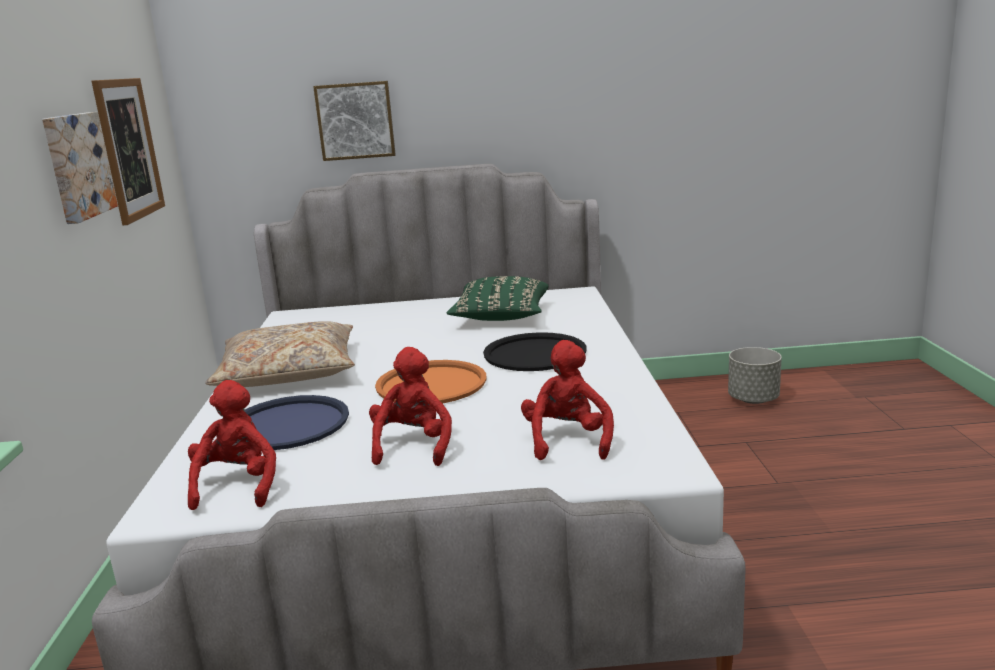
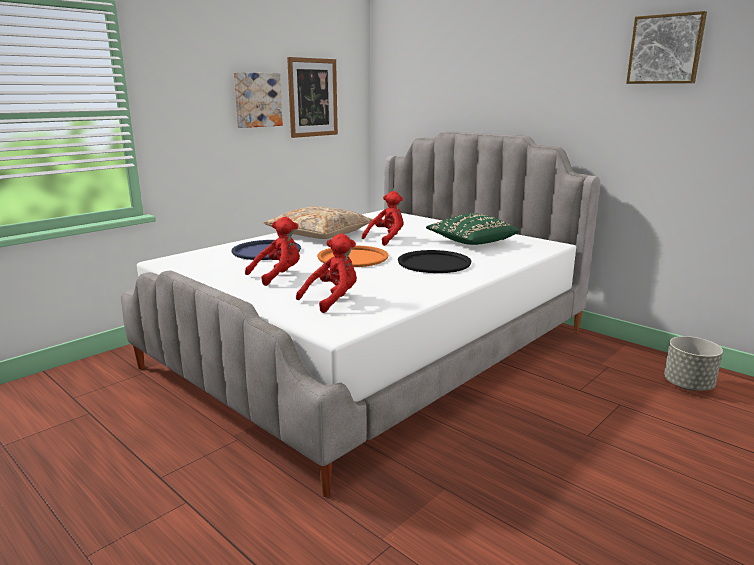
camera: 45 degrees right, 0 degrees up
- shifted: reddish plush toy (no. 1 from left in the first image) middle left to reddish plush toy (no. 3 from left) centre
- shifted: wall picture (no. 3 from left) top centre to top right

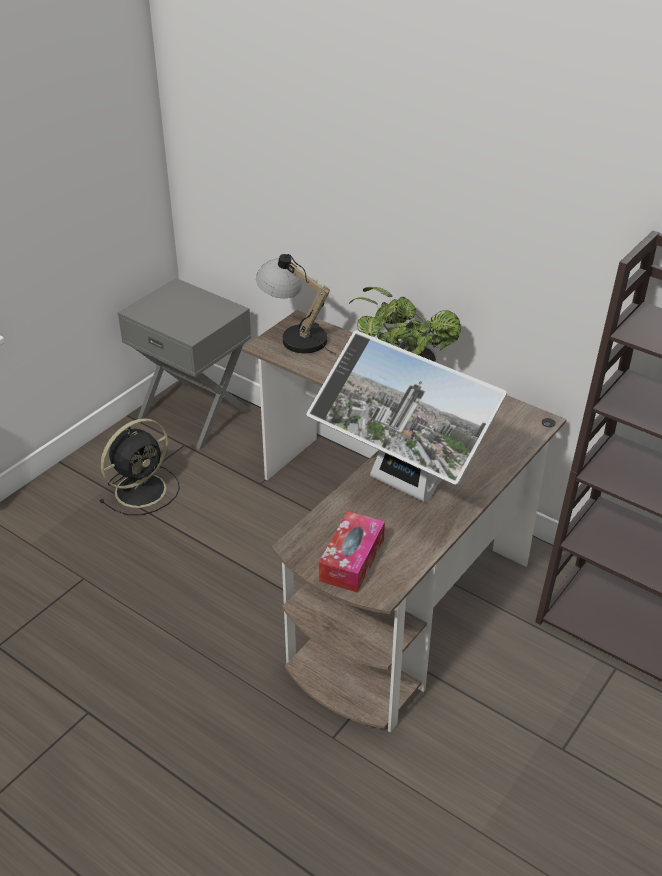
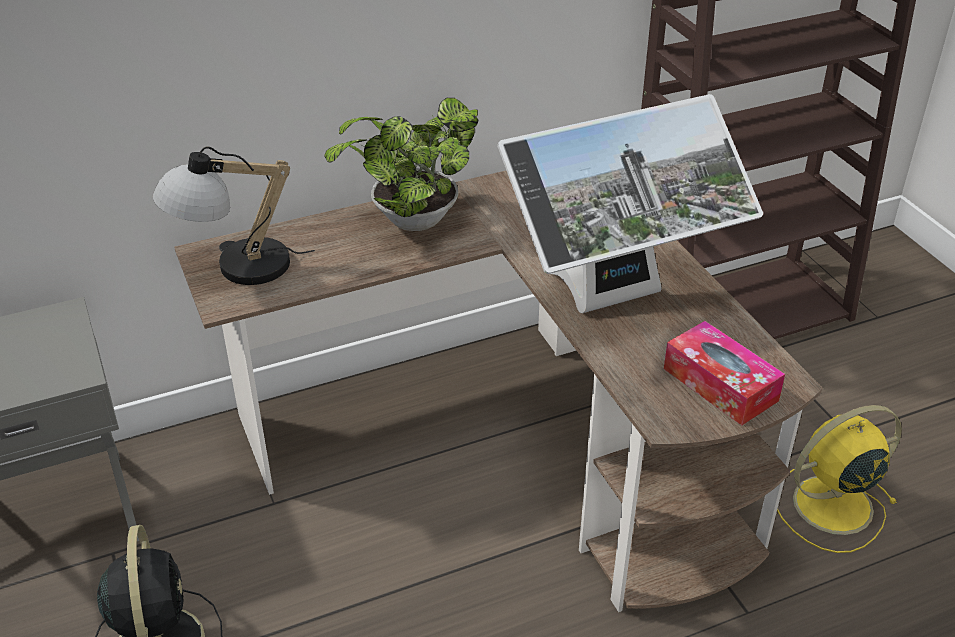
camera: 60 degrees left, 0 degrees up
- new: yellowish electric fan bottom right

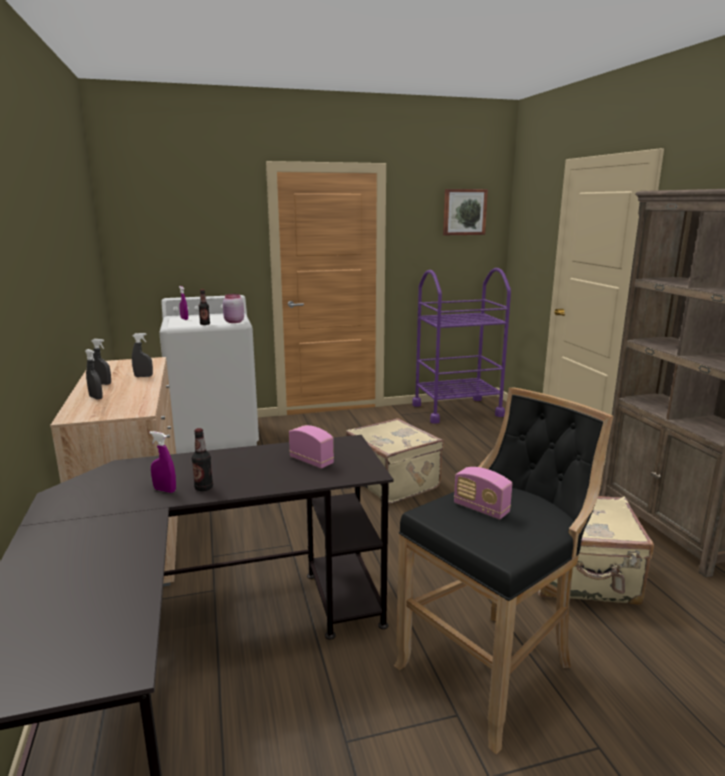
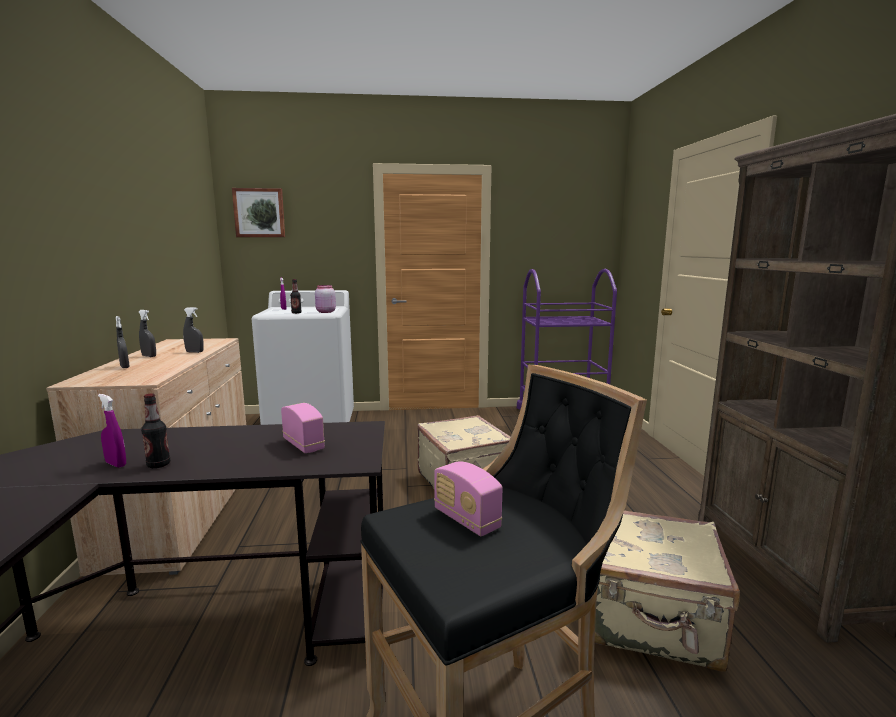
camera: 10 degrees right, 5 degrees down
- shifted: wall picture top centre to top left

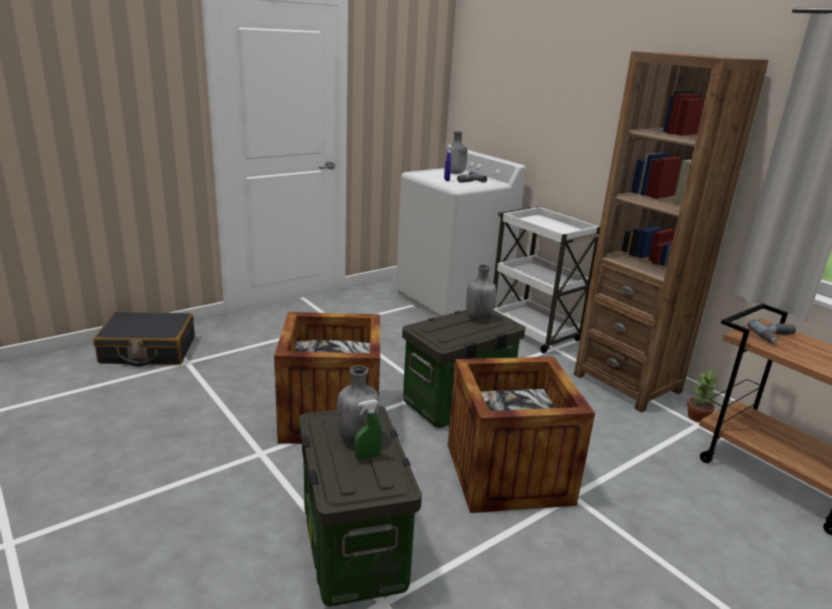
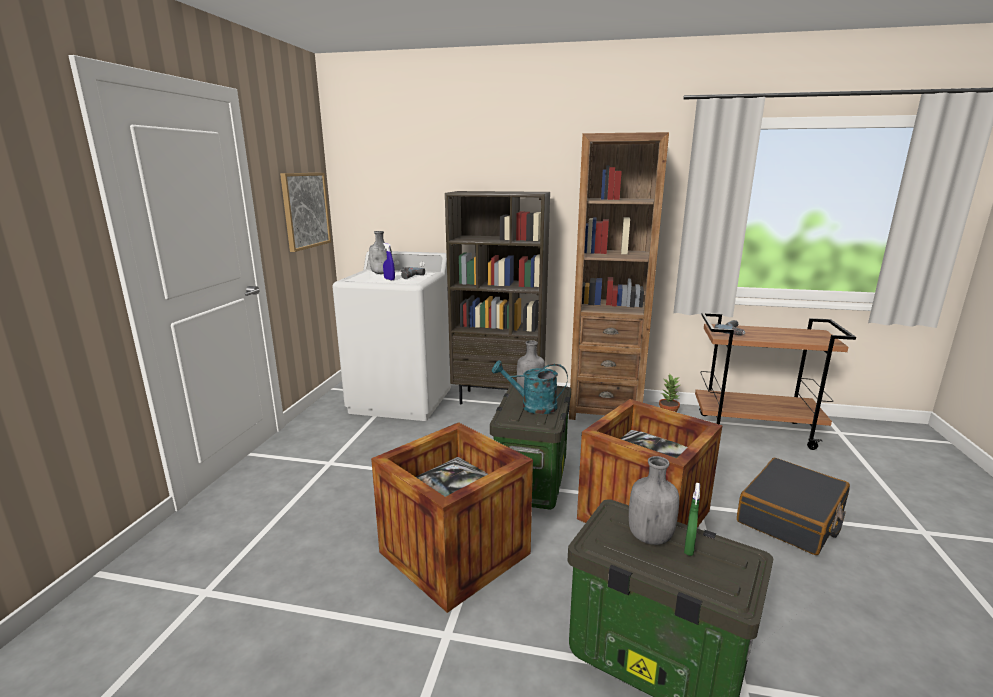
camera: 40 degrees left, 5 degrees down
- new: wall picture top left
- new: turquoise watering pot centre
- shifted: black-coloured travel case middle left to bottom right
- swapped: white wheeled cart centre to brown-coloured bookshelf (no. 1 from left) centre

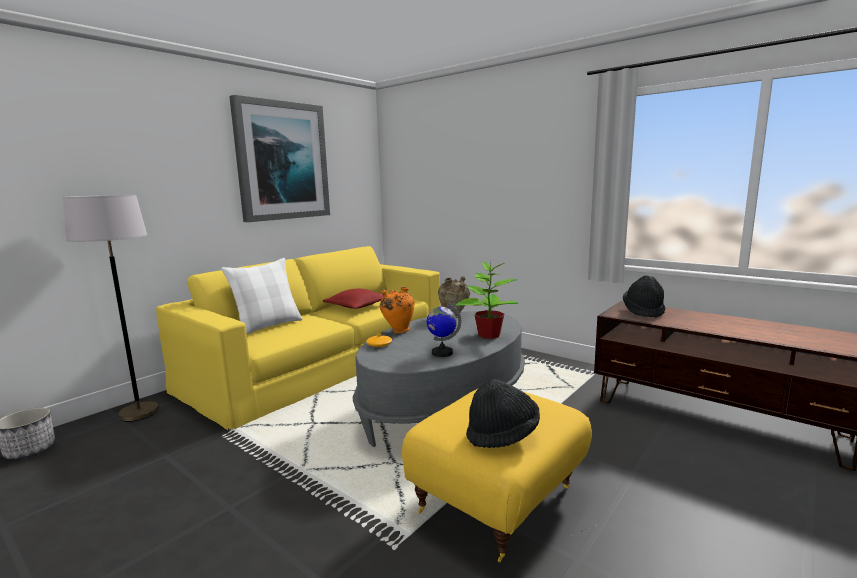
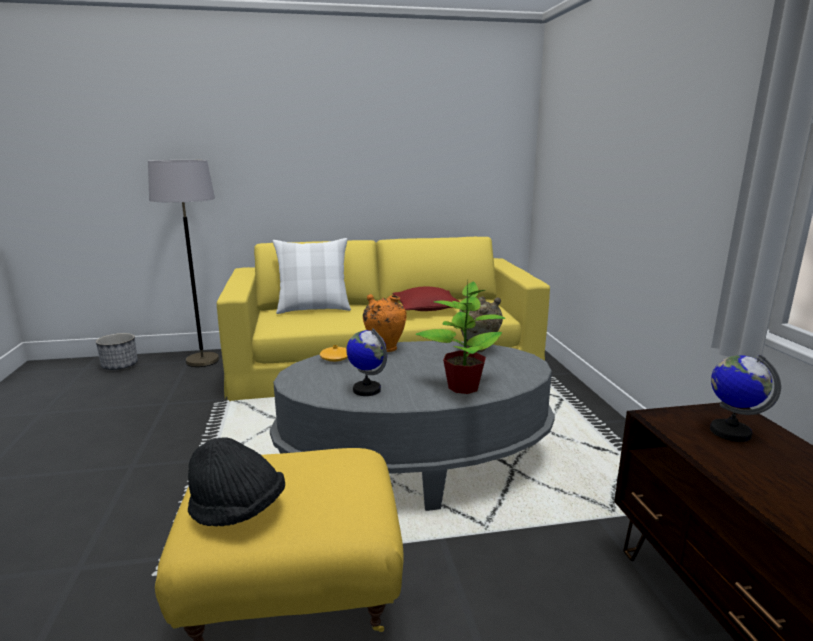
camera: 40 degrees right, 5 degrees up
- gone: wall picture top left
- swapped: black-coloured wearable hat (no. 2 from left) middle right to world globe (no. 2 from left) middle right

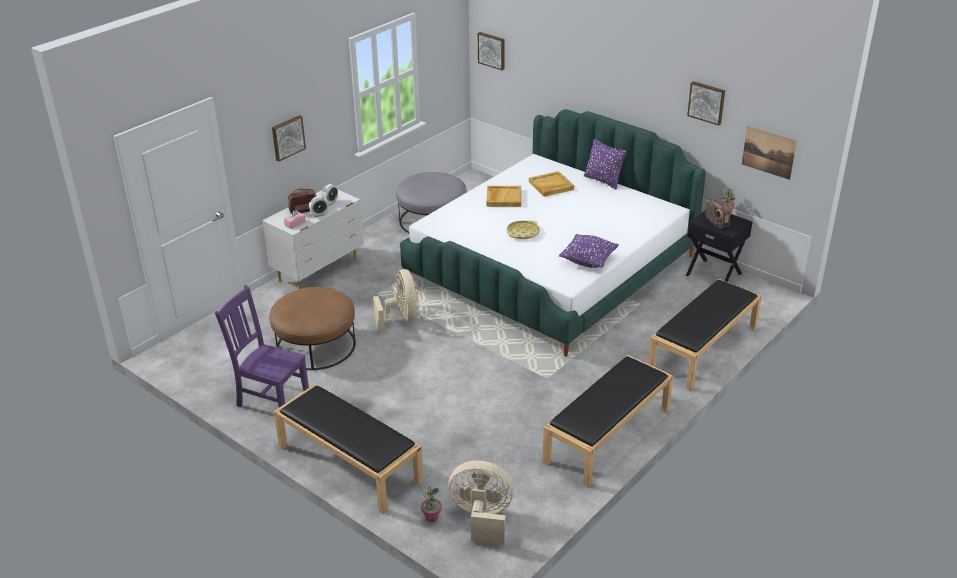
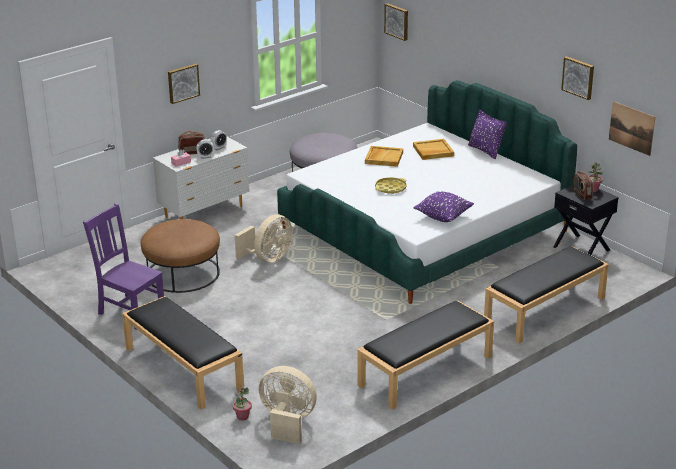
camera: 10 degrees right, 5 degrees down
- rotated: beige-coloured electric fan (no. 1 from left) centre = centre 45 degrees clockwise

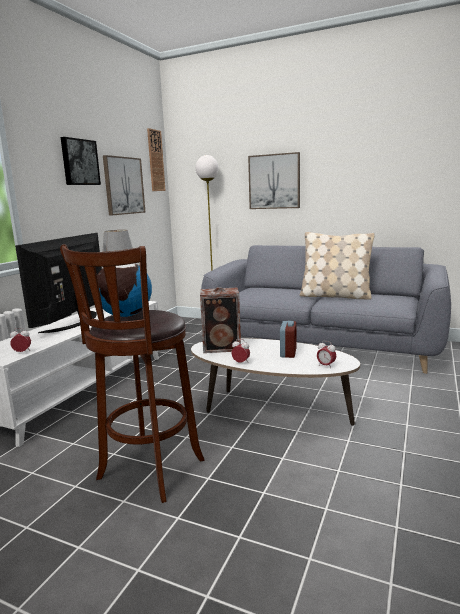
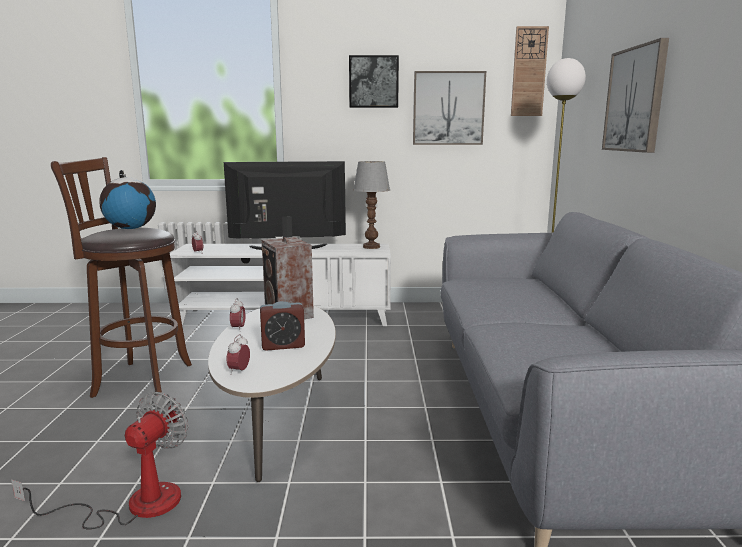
camera: 65 degrees right, 0 degrees up
- gone: beige-coloured pillow middle right
- new: electric fan bottom left

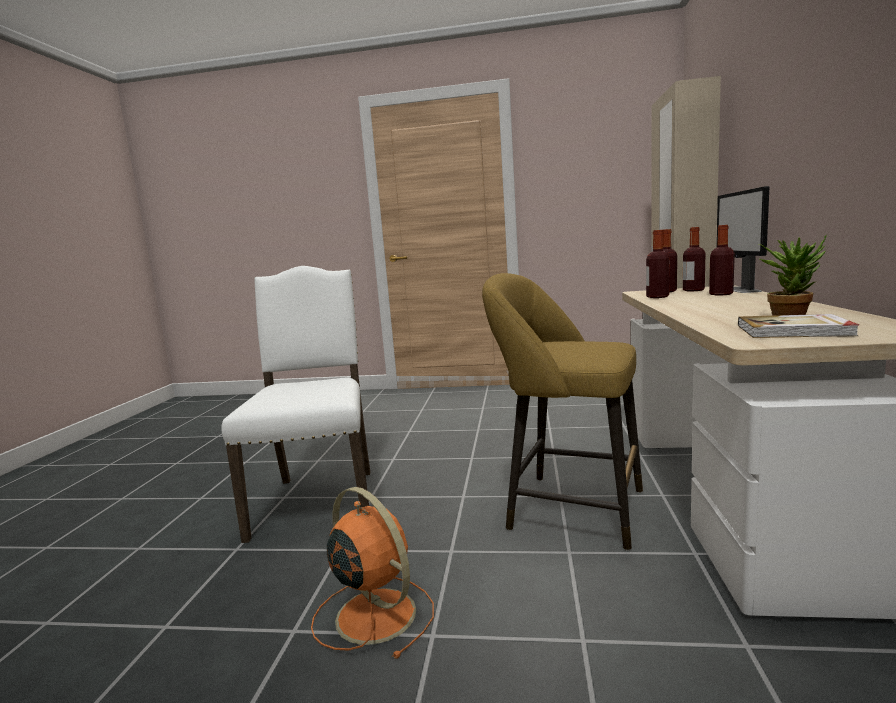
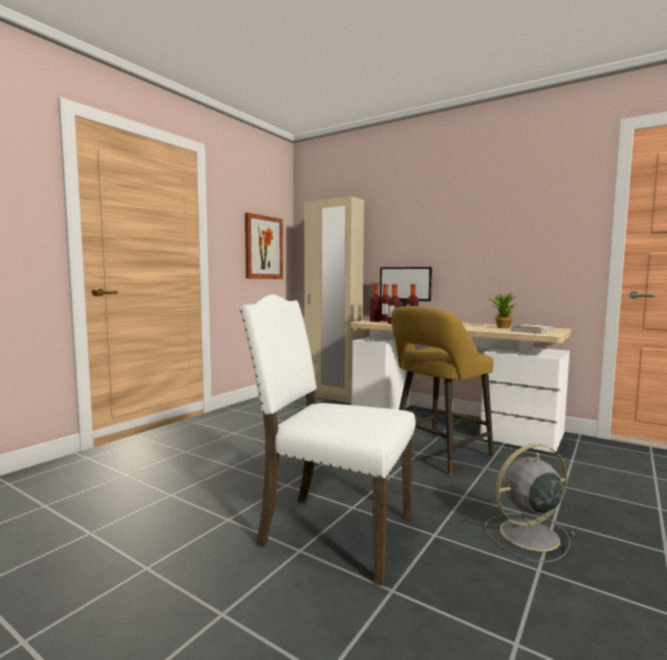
camera: 65 degrees left, 5 degrees down
- new: wall picture centre
- repainted: orangey electric fan bottom centre to greyish electric fan bottom right

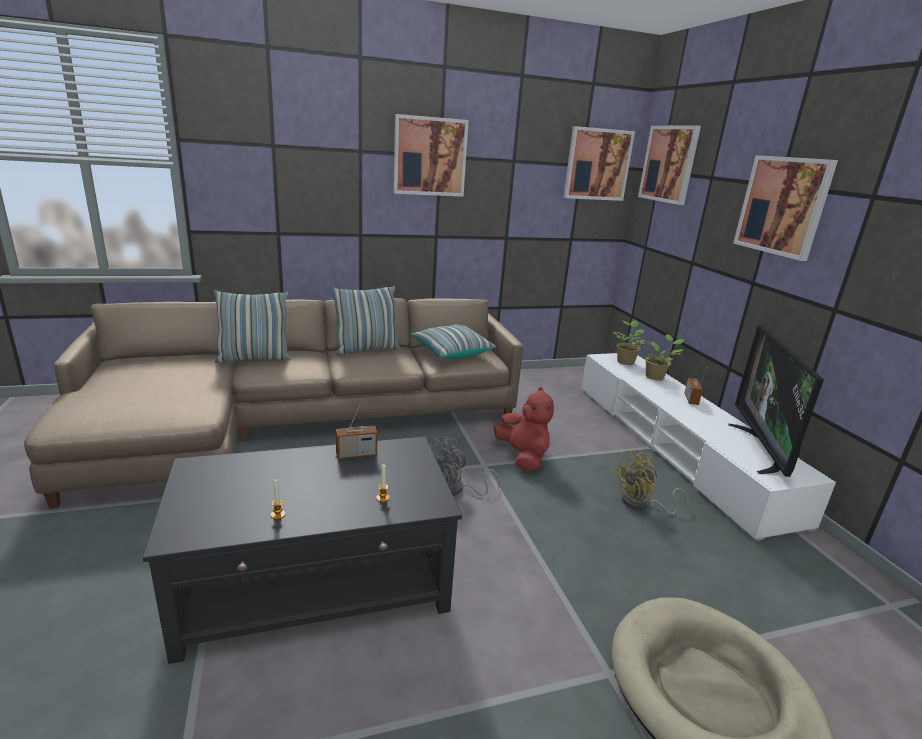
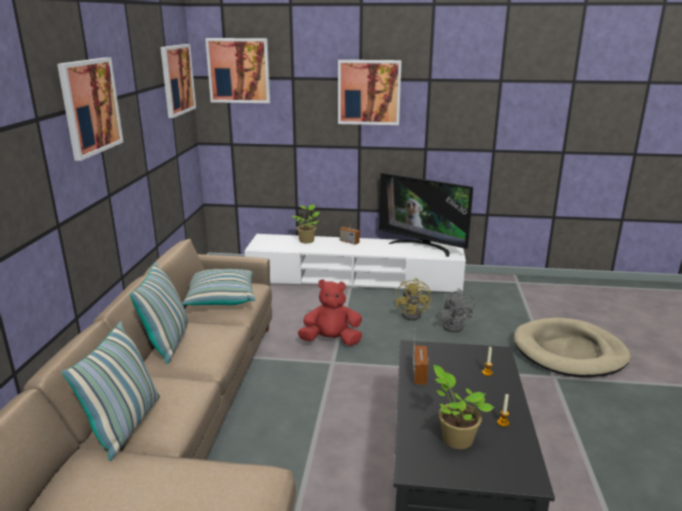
camera: 65 degrees left, 0 degrees up
- shifted: greyish electric fan centre to middle right
- shifted: potted plant (no. 1 from left in the first image) middle right to potted plant (no. 2 from left) bottom right

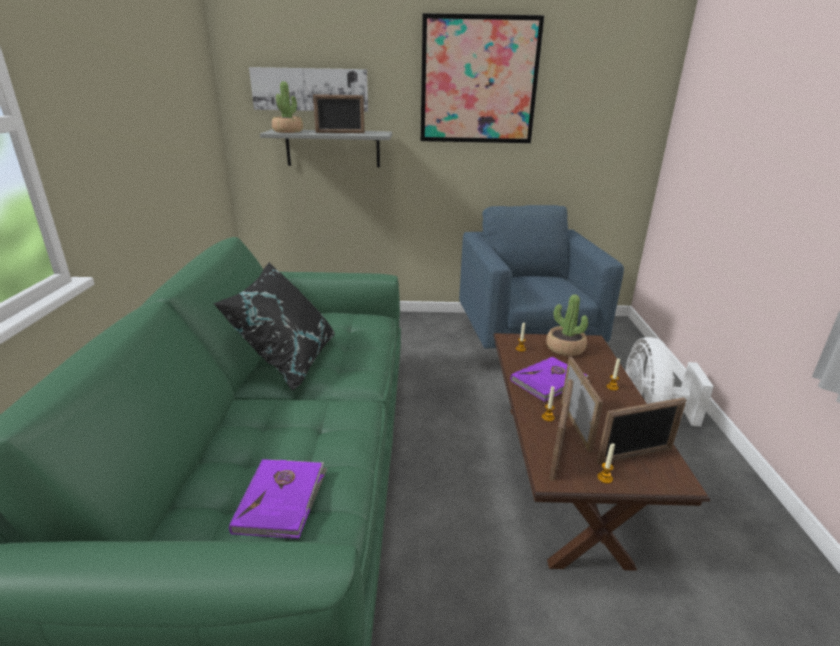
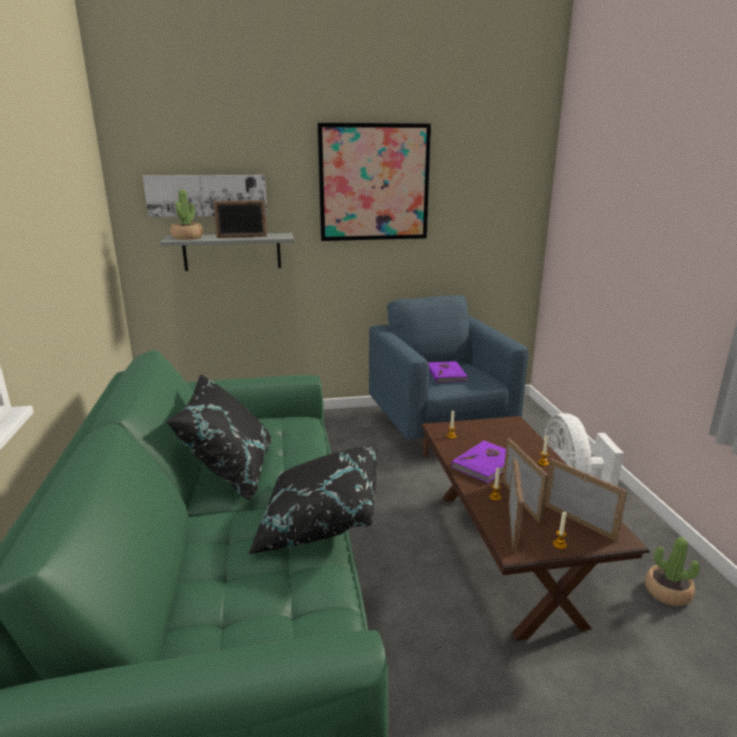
camera: 10 degrees left, 5 degrees down
- new: black-coloured pillow (no. 2 from left) bottom centre
- shifted: purplish bound book (no. 1 from left) bottom left to centre
- shifted: potted plant (no. 2 from left) middle right to bottom right
- rotated: picture frame (no. 4 from left) bottom right = bottom right 105 degrees counterclockwise

